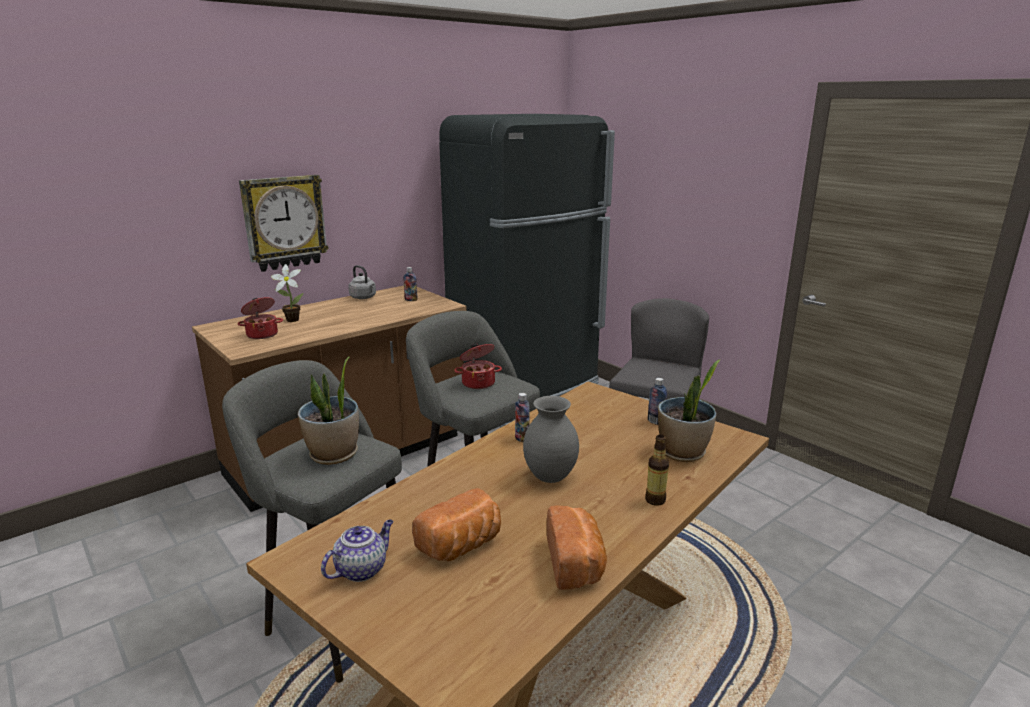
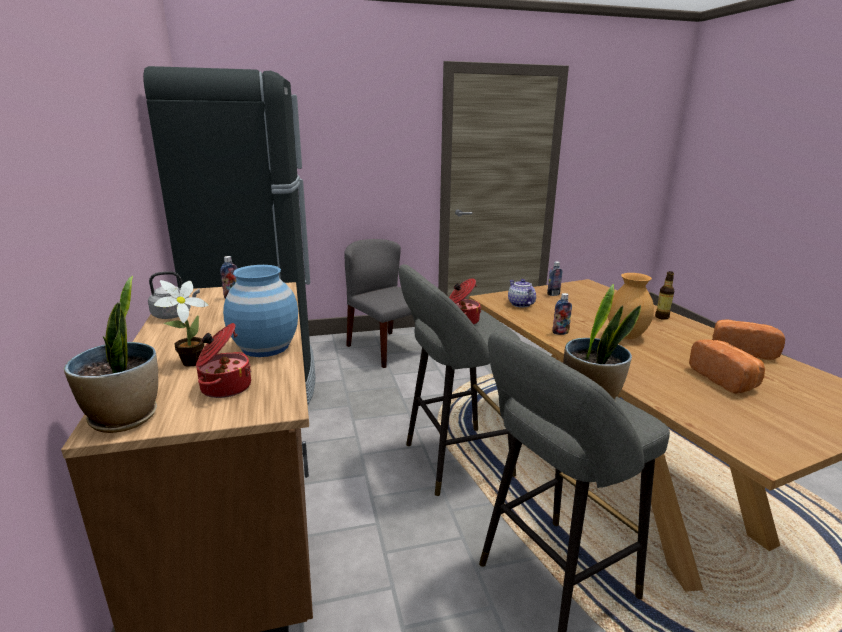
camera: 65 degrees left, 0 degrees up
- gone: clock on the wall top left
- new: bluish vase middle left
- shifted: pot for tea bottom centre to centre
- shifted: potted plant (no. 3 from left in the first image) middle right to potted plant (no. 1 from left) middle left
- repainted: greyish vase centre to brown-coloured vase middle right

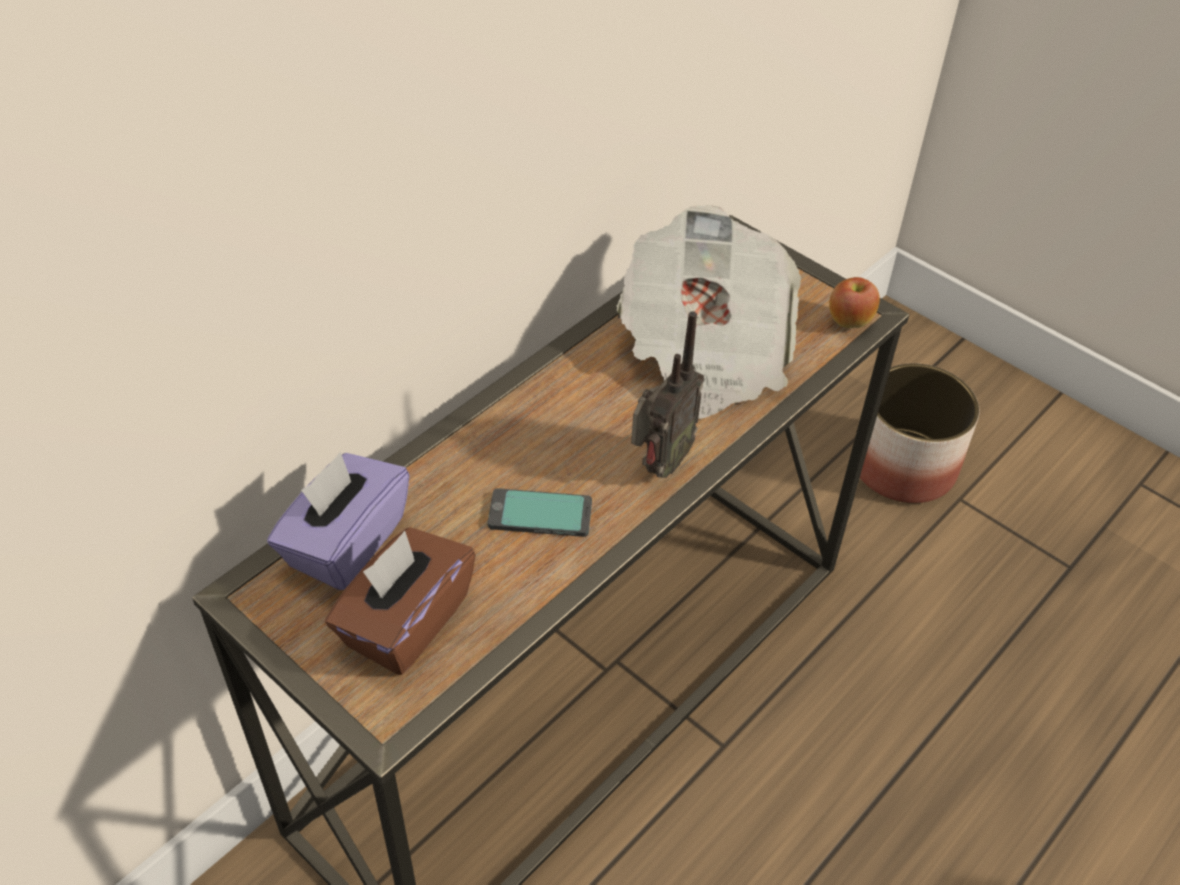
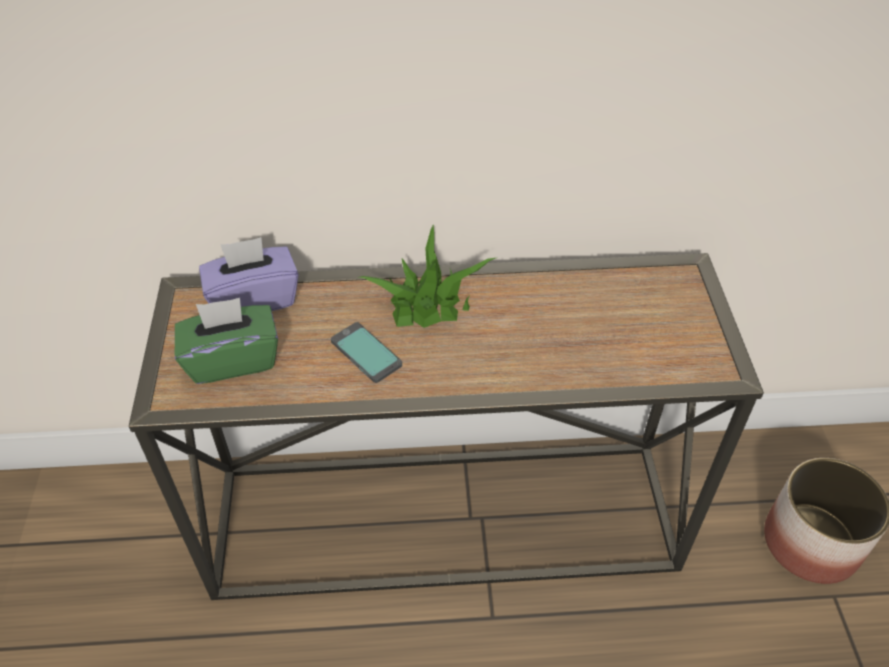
camera: 45 degrees right, 0 degrees up
- gone: daily paper centre
- gone: radio set centre
- gone: whole apple middle right
- new: potted plant centre
- repainted: brown-coloured box of tissues bottom centre to green-coloured box of tissues middle left

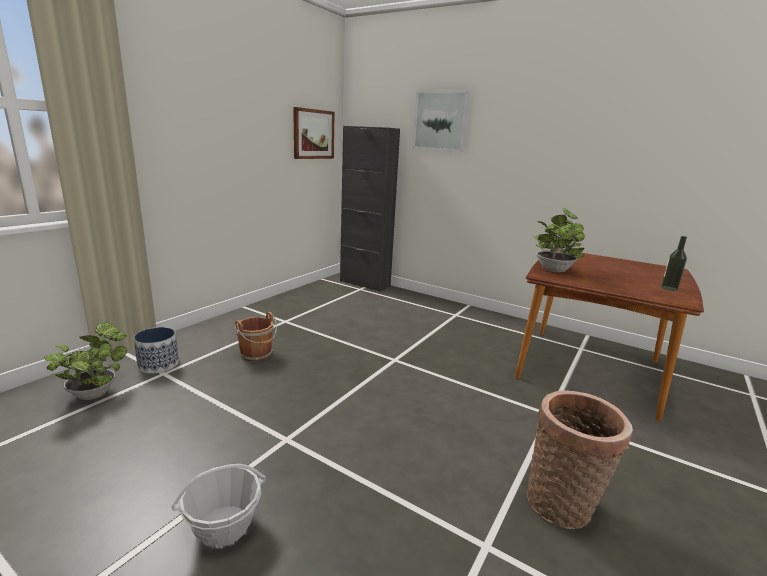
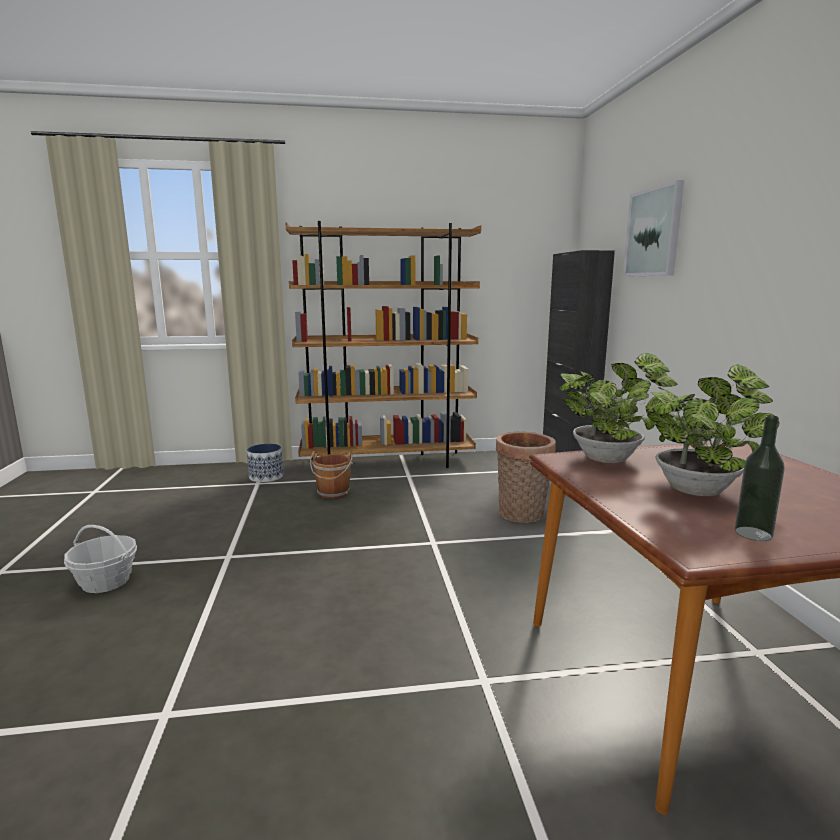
camera: 50 degrees right, 5 degrees down
- gone: wall picture (no. 1 from left) top centre
- new: brown-coloured bookshelf centre
- shifted: potted plant (no. 1 from left in the first image) middle left to potted plant (no. 2 from left) middle right
- shifted: storage basket (no. 2 from left) bottom right to centre

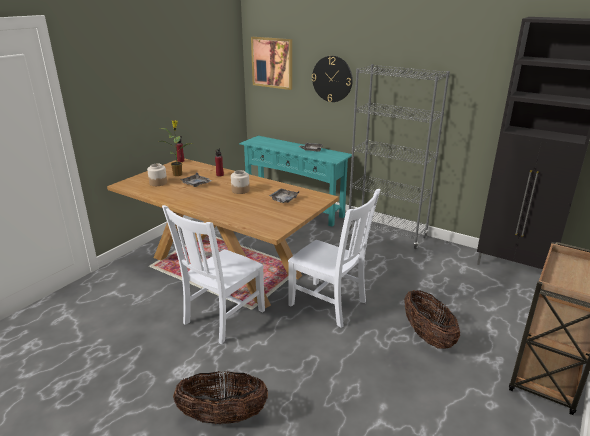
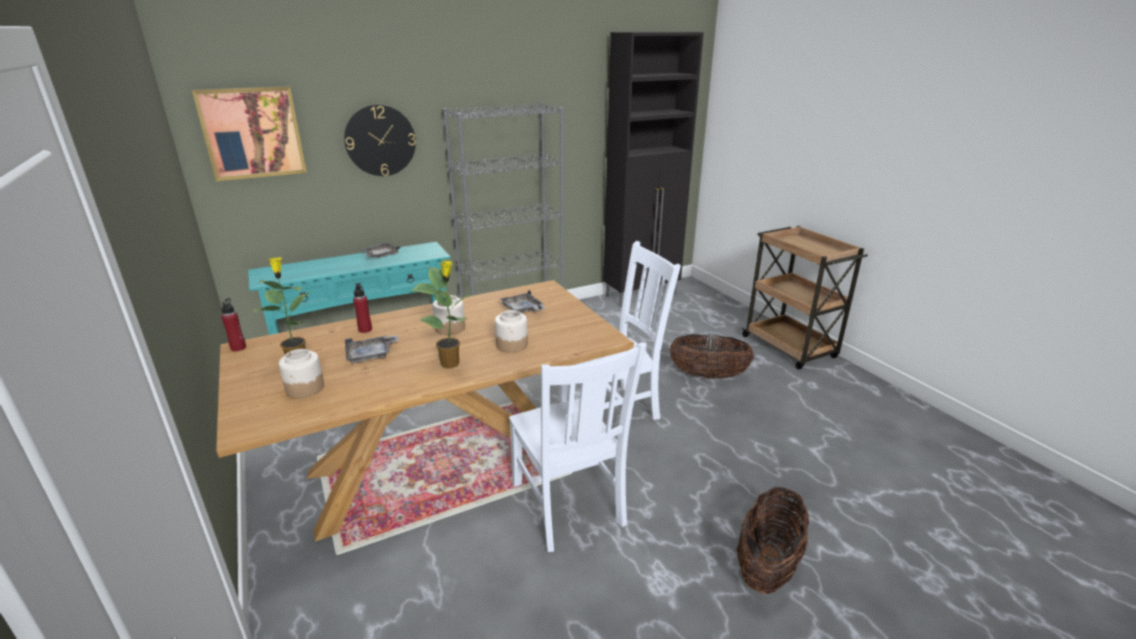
camera: 60 degrees left, 0 degrees up
- new: potted plant (no. 2 from left) centre
- new: jar (no. 3 from left) centre

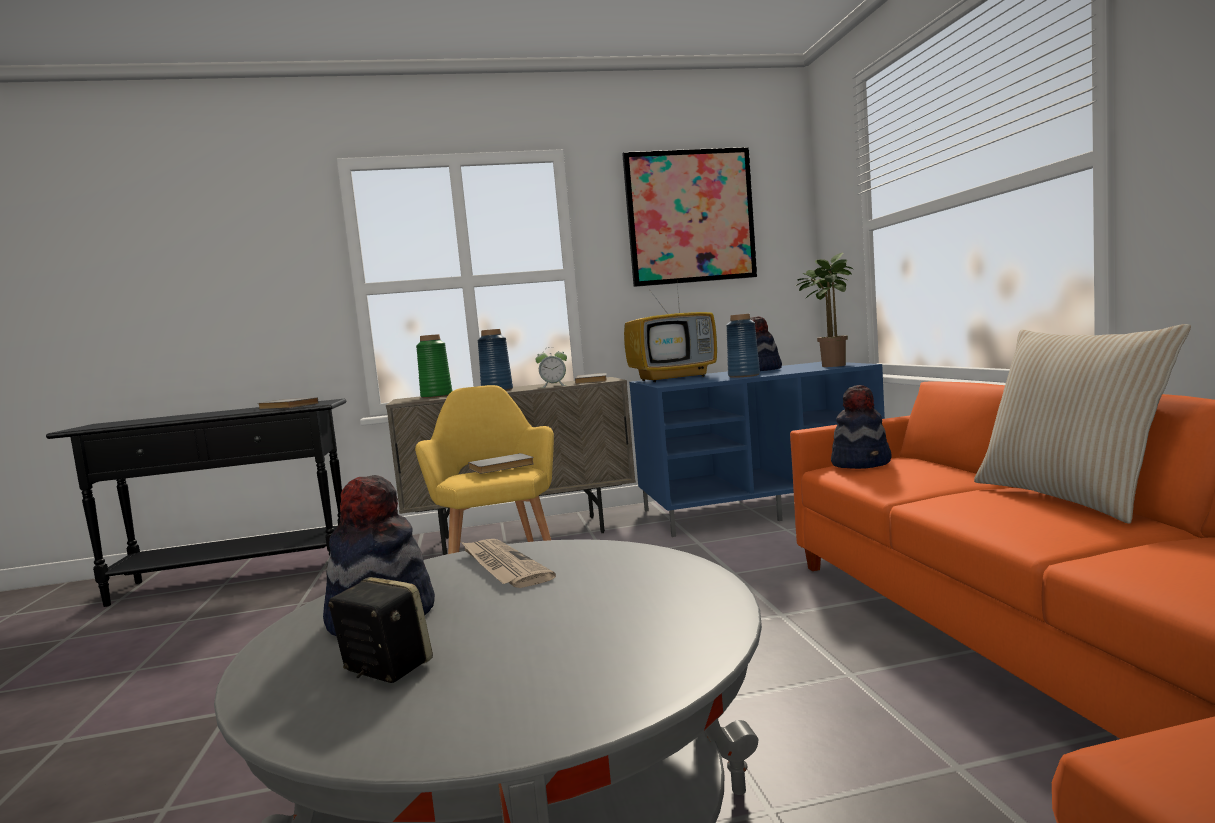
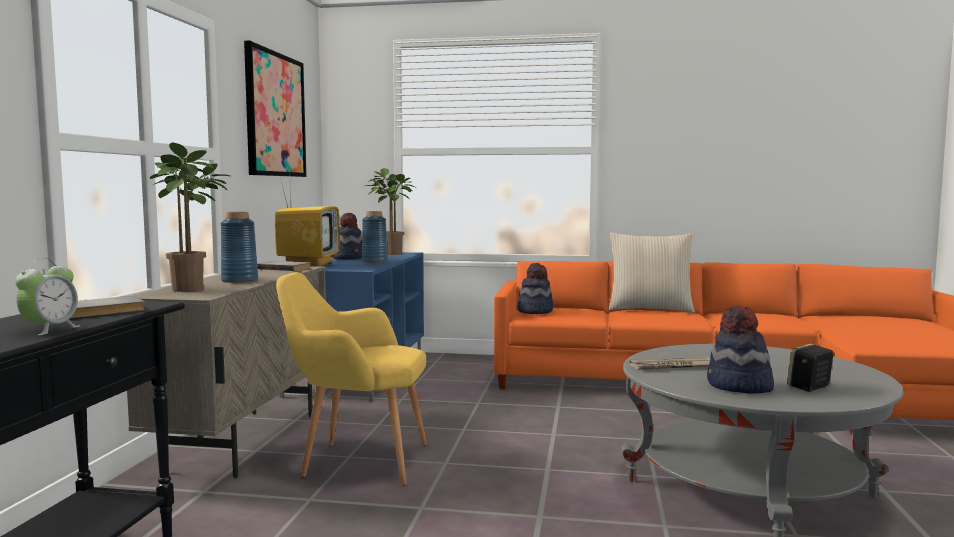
camera: 70 degrees left, 0 degrees up
- gone: greyish bound book (no. 2 from left) centre
- shifted: alarm clock centre to middle left
- swapped: green-coloured vase centre to potted plant (no. 1 from left) middle left

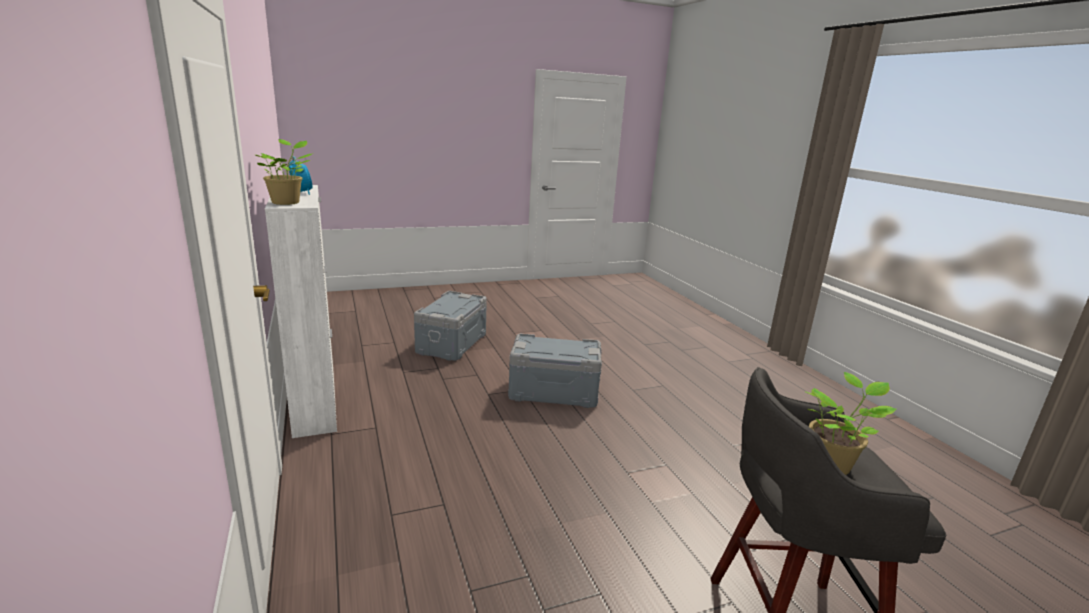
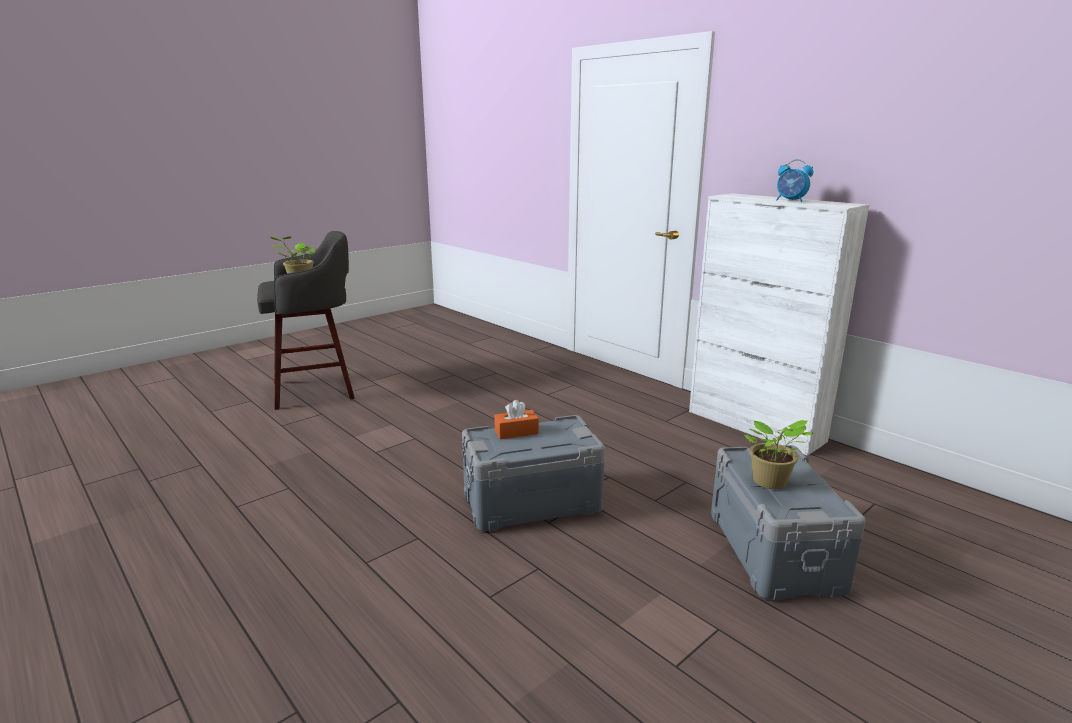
camera: 160 degrees right, 0 degrees up
- new: orangey box of tissues centre
- shifted: potted plant (no. 1 from left in the first image) top left to potted plant (no. 2 from left) middle right

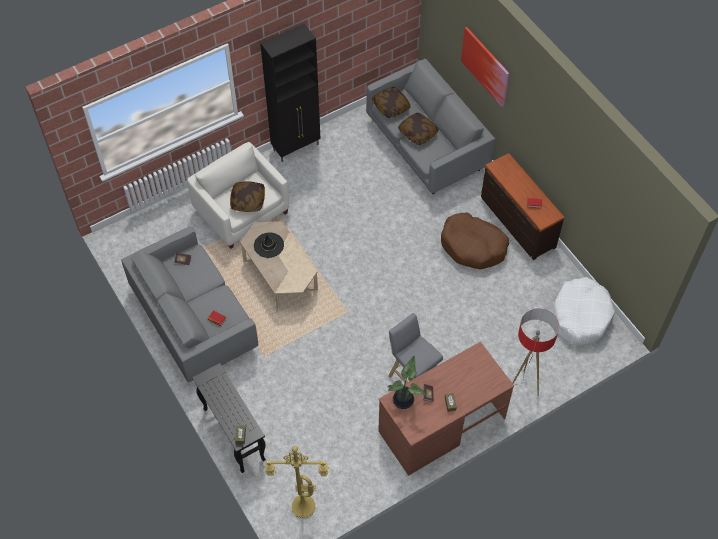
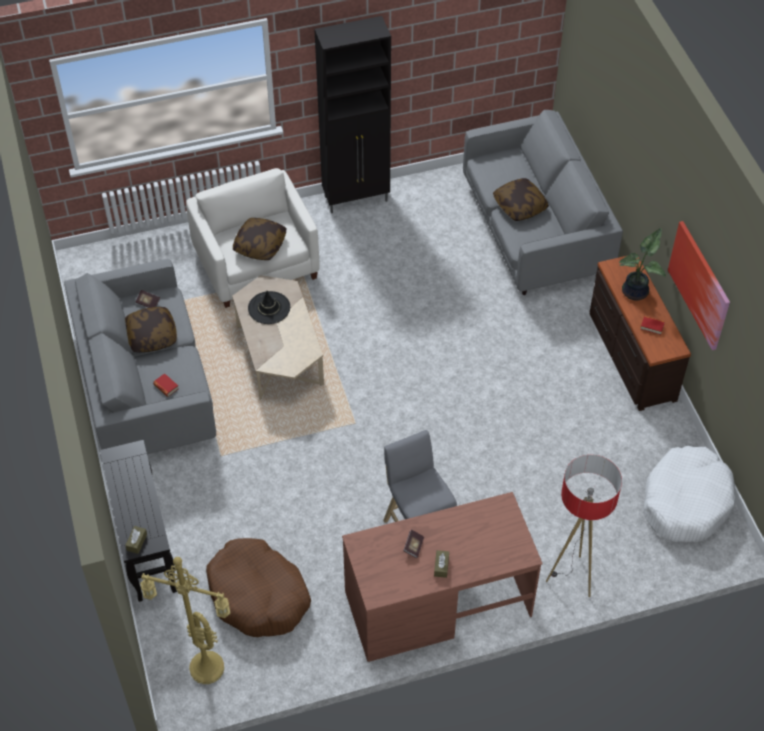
camera: 15 degrees right, 5 degrees down
- shifted: pillow (no. 2 from left in the first image) top centre to pillow (no. 1 from left) middle left
- shifted: potted plant bottom centre to middle right
- shifted: brown-coloured dog bed centre to bottom centre
- shifted: wall picture top right to middle right

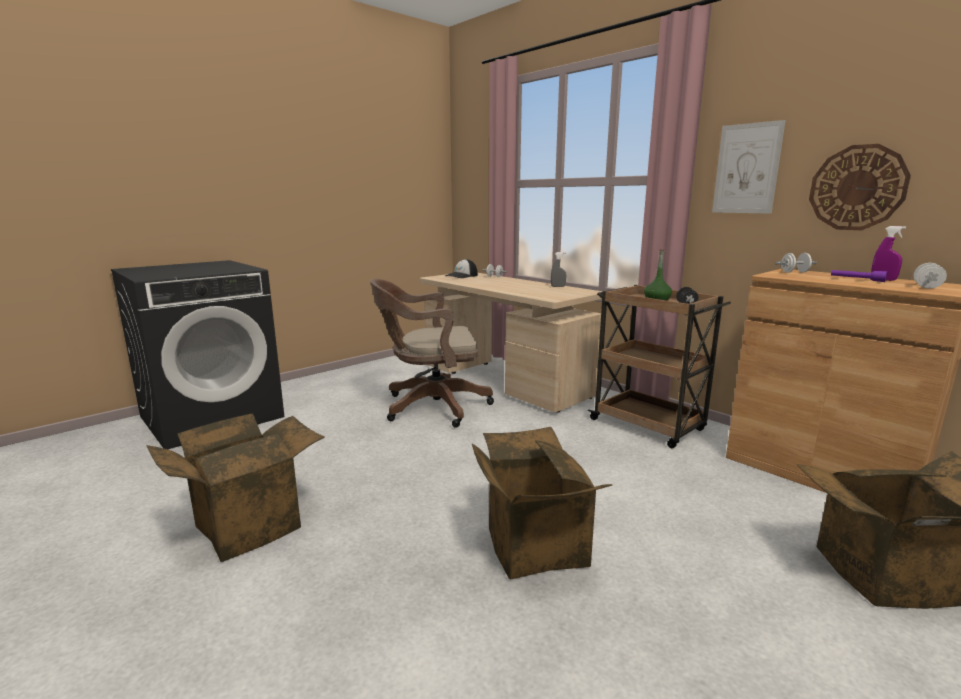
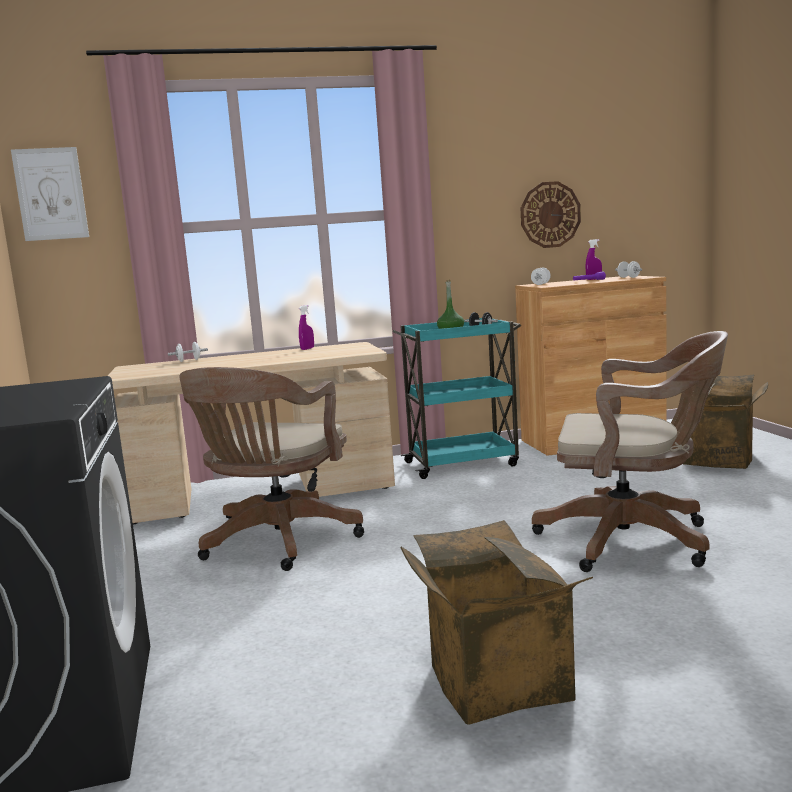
camera: 60 degrees left, 5 degrees down
- gone: peaked cap centre
- shifted: wall picture top right to top left
- swapped: cardboard box (no. 2 from left) bottom centre to brown-coloured office chair (no. 2 from left) middle right
- repainted: greyish spray bottle centre to purplish spray bottle (no. 1 from left) centre
- repainted: brown-coloured wheeled cart middle right to turquoise wheeled cart centre

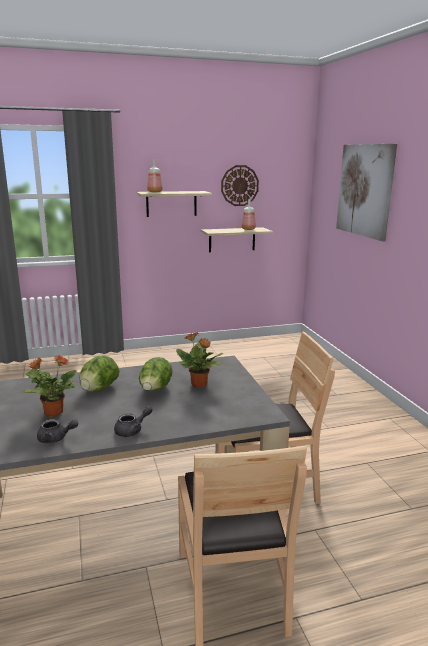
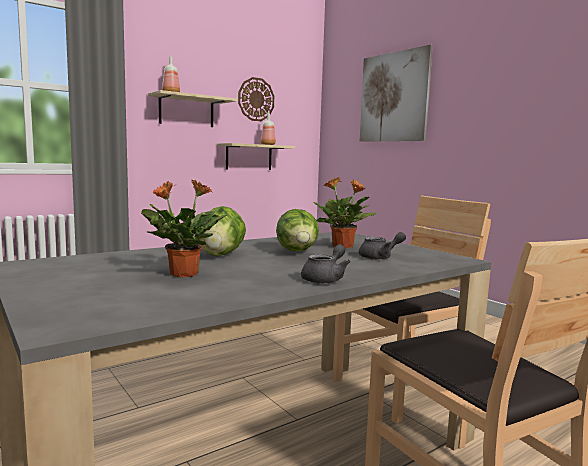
camera: 20 degrees left, 10 degrees down
- shifted: greyish pot for tea (no. 1 from left in the first image) bottom left to greyish pot for tea (no. 2 from left) centre

